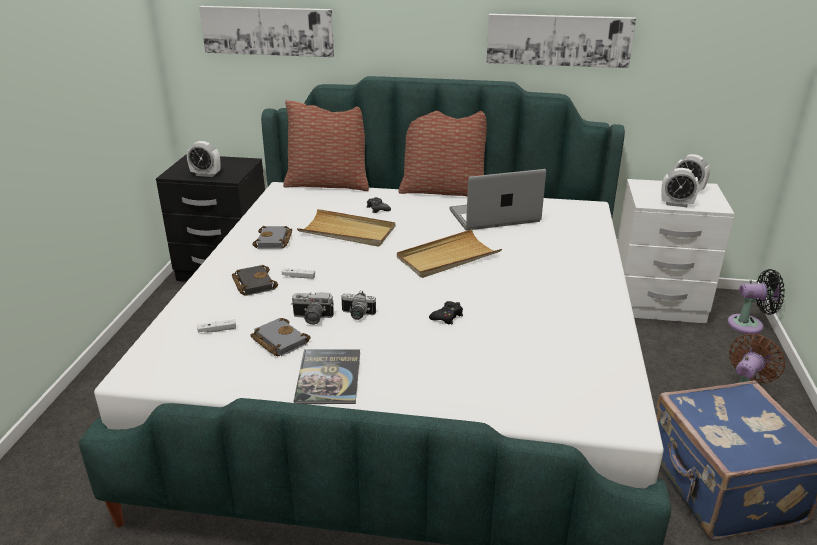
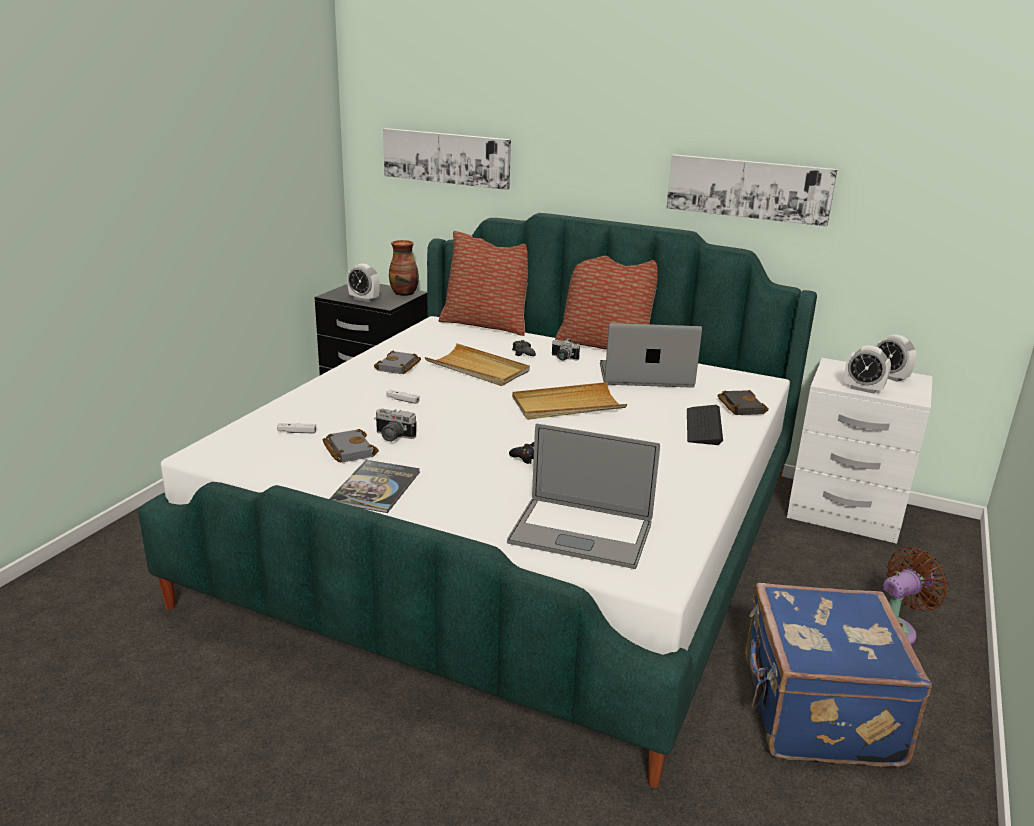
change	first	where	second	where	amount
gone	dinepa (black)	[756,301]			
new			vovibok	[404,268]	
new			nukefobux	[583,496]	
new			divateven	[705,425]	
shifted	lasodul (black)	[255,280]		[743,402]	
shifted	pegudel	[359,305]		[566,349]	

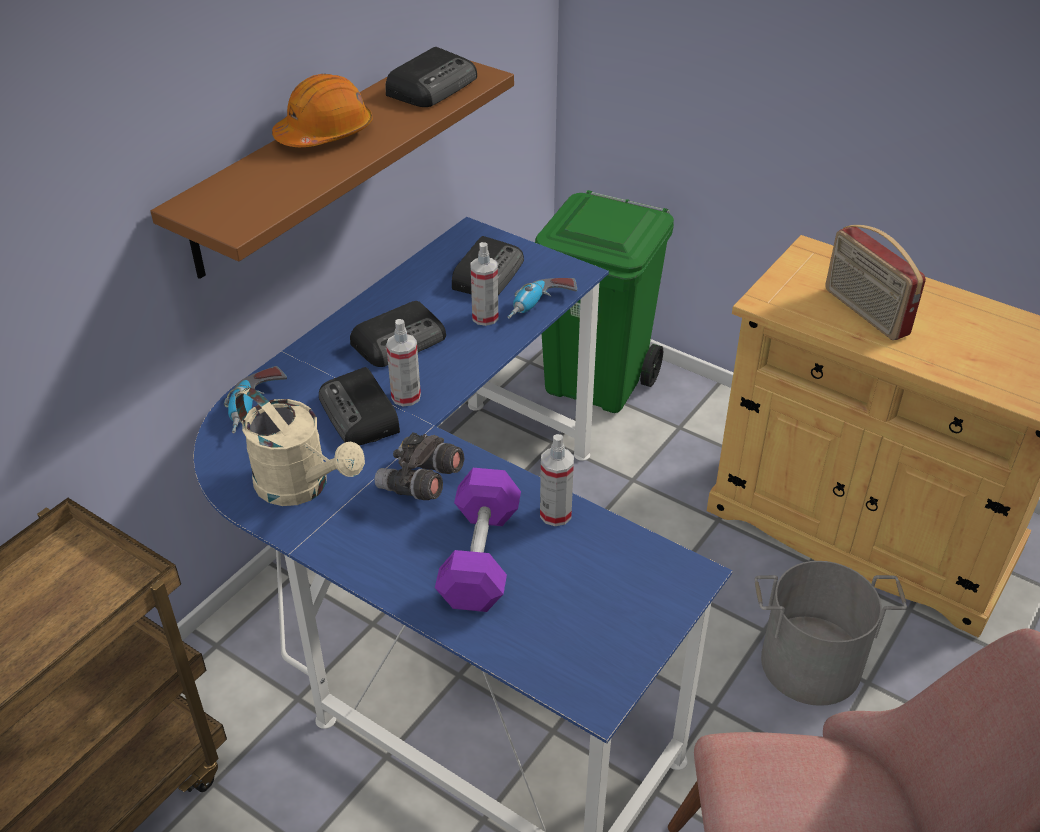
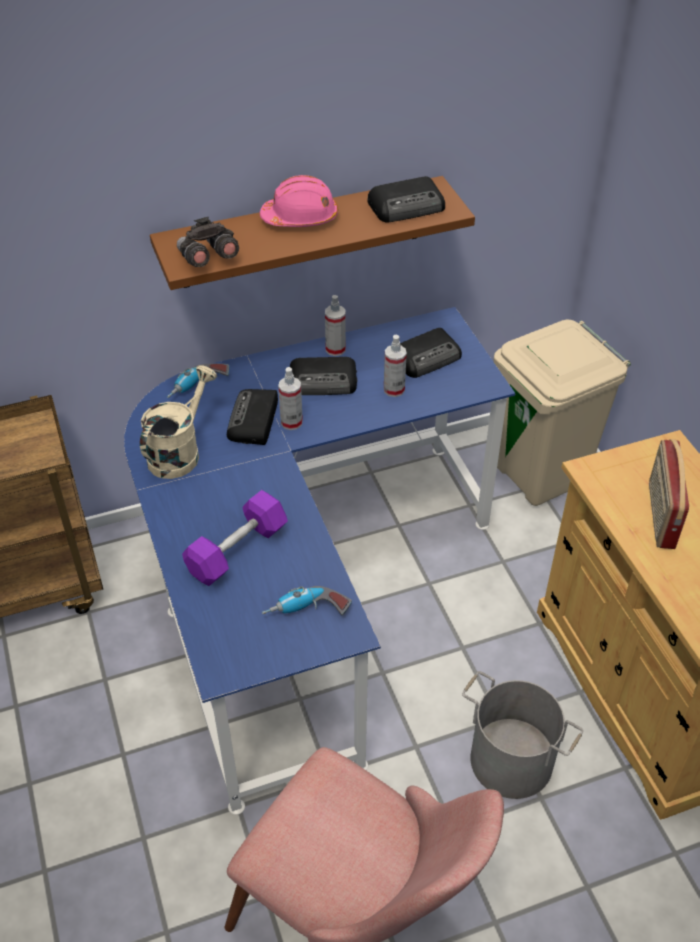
change	first	where	second	where	amount
shifted	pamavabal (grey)	[419,466]		[208,242]	
shifted	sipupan	[542,298]		[307,600]	
shifted	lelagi	[557,480]		[335,325]	
repainted	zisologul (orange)	[322,110]	zisologul (pink)	[299,201]	
repainted	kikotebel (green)	[604,301]	kikotebel (beige)	[562,413]	
rotated	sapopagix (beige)	[300,446]		[178,422]	135 degrees counterclockwise

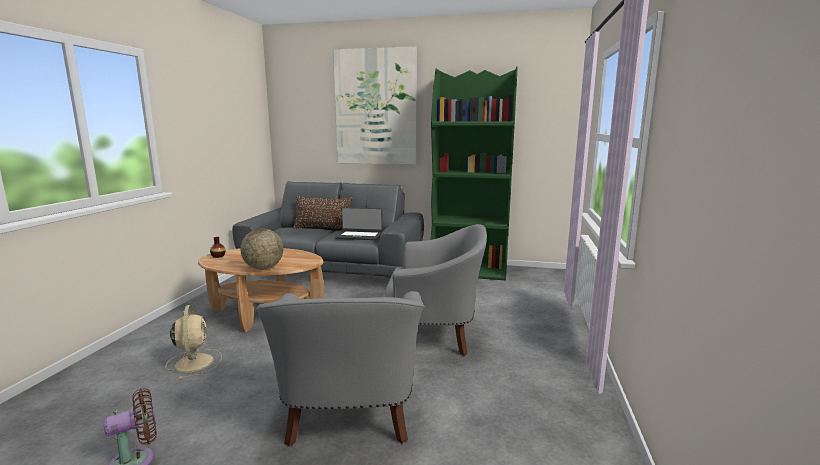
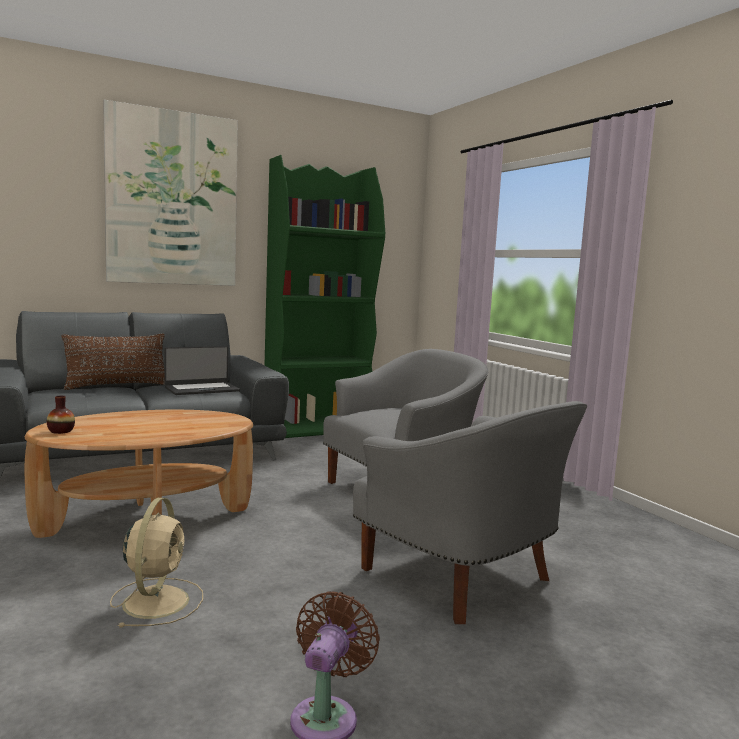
change	first	where	second	where	amount
gone	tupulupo	[261,249]			
rotated	dinepa (beige)	[193,342]		[156,562]	60 degrees clockwise

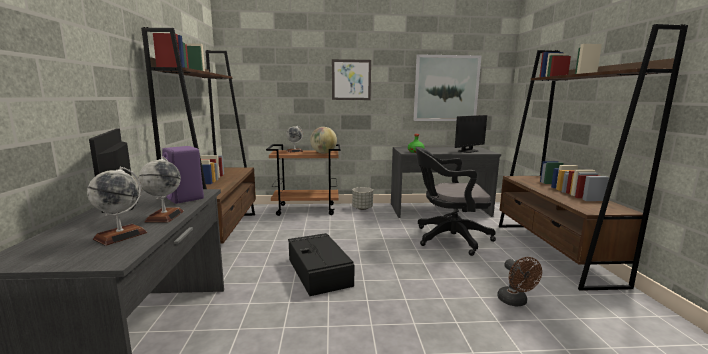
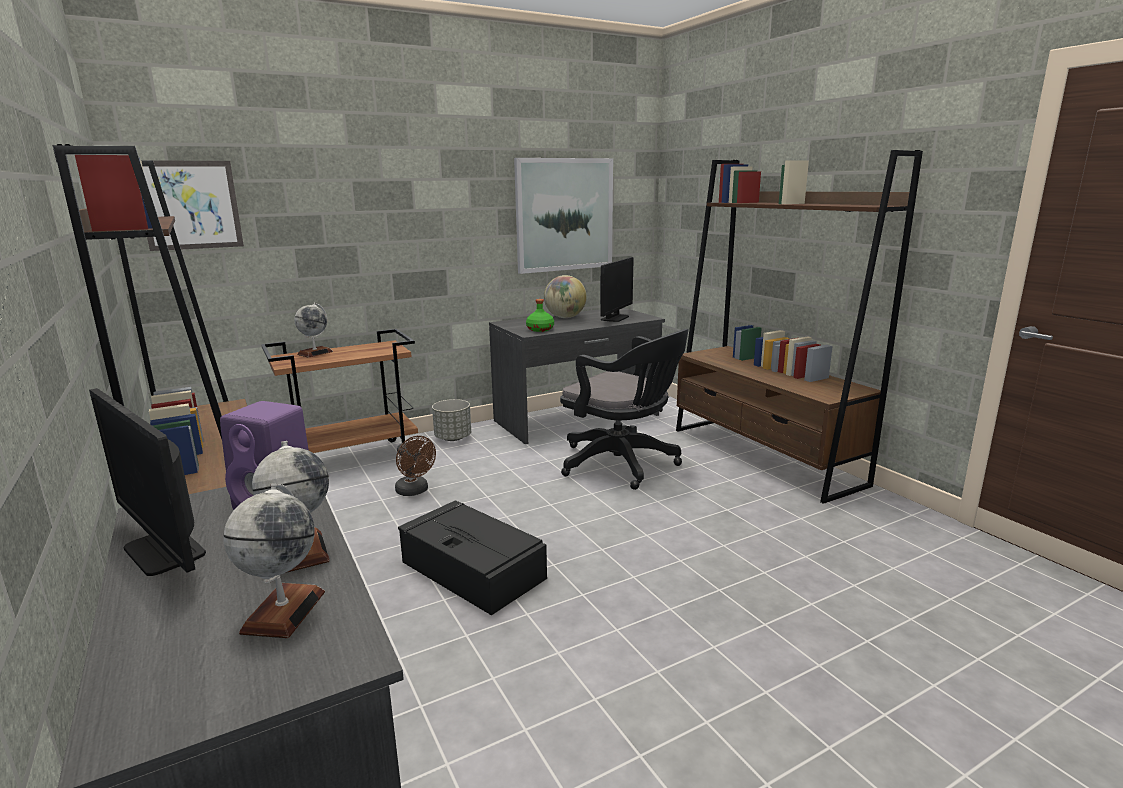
change	first	where	second	where	amount
shifted	tupulupo	[323,140]		[565,296]	
shifted	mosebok	[351,79]		[193,206]	
shifted	dinepa (brown)	[519,282]		[415,466]	
rotated	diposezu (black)	[456,201]		[624,409]	120 degrees counterclockwise

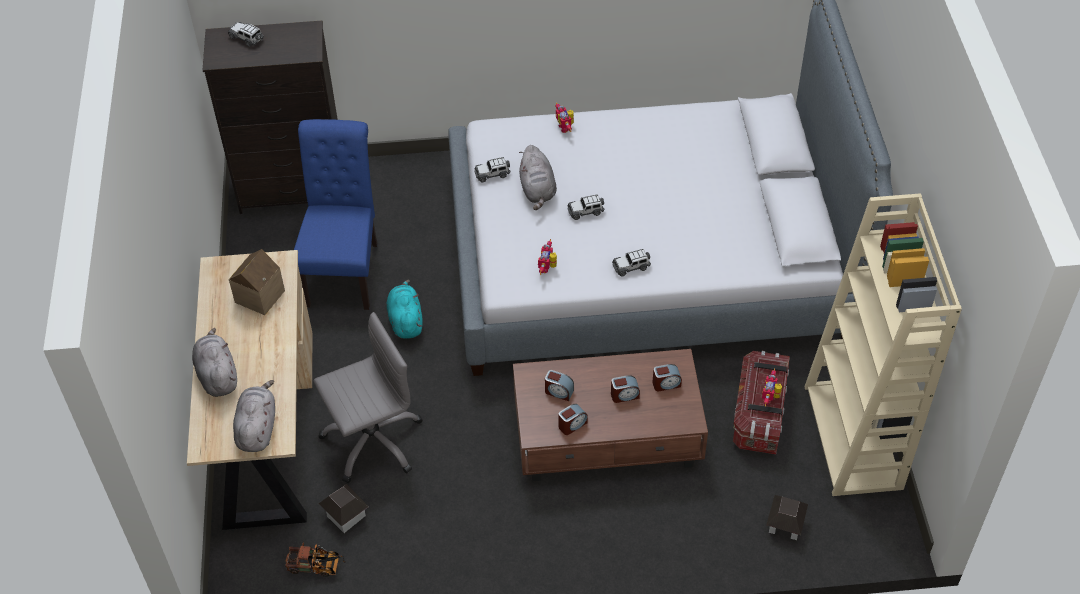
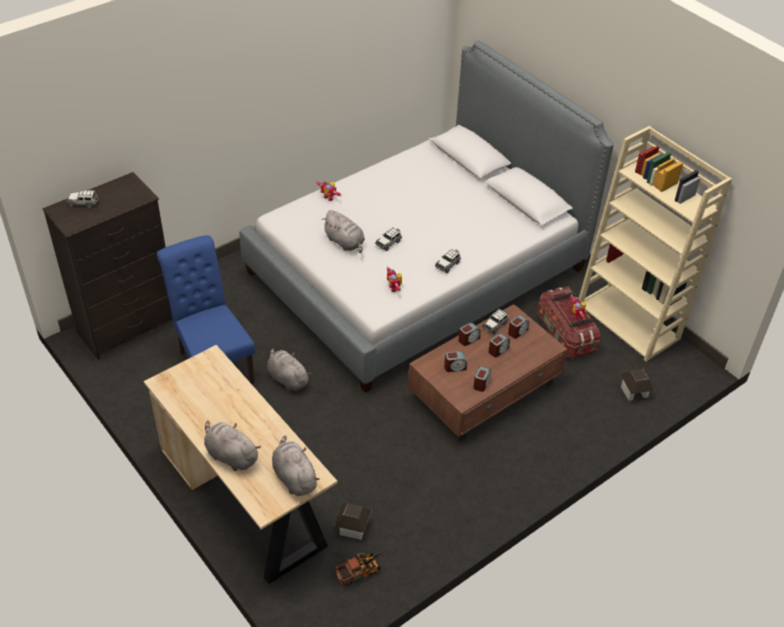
change	first	where	second	where	amount
gone	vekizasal	[257,282]			
gone	diposezu (grey)	[368,397]			
new			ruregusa	[470,334]	
shifted	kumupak	[492,169]		[495,321]	
repainted	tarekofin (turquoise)	[405,309]	tarekofin (grey)	[289,369]	

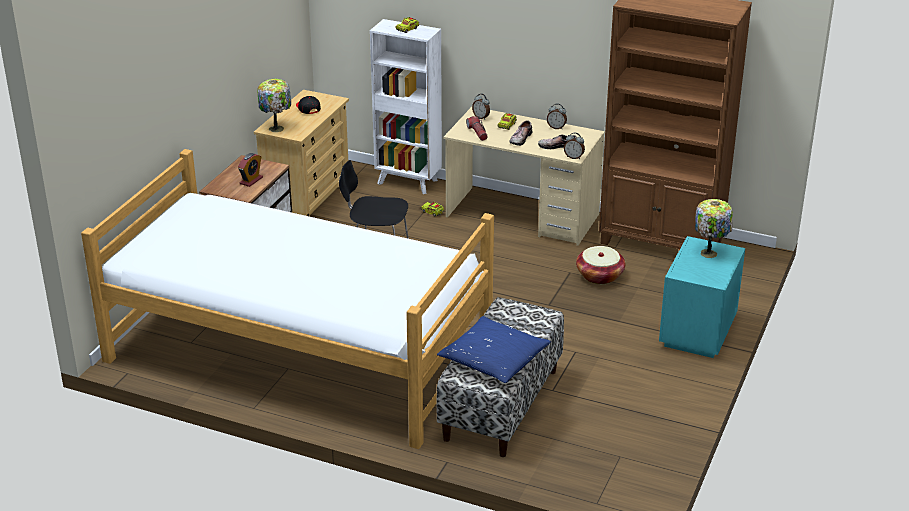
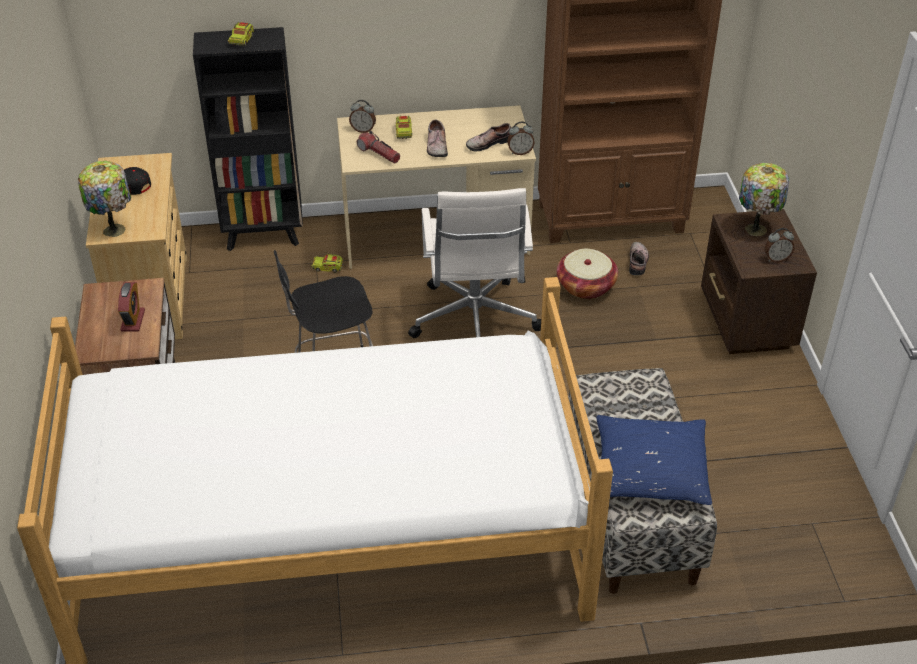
change	first	where	second	where	amount
new			diposezu (white)	[474,263]	
new			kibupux	[639,258]	
shifted	ruregusa	[557,116]		[779,245]	
repainted	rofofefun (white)	[406,106]	rofofefun (black)	[248,139]	
repainted	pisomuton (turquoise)	[702,297]	pisomuton (brown)	[759,281]	

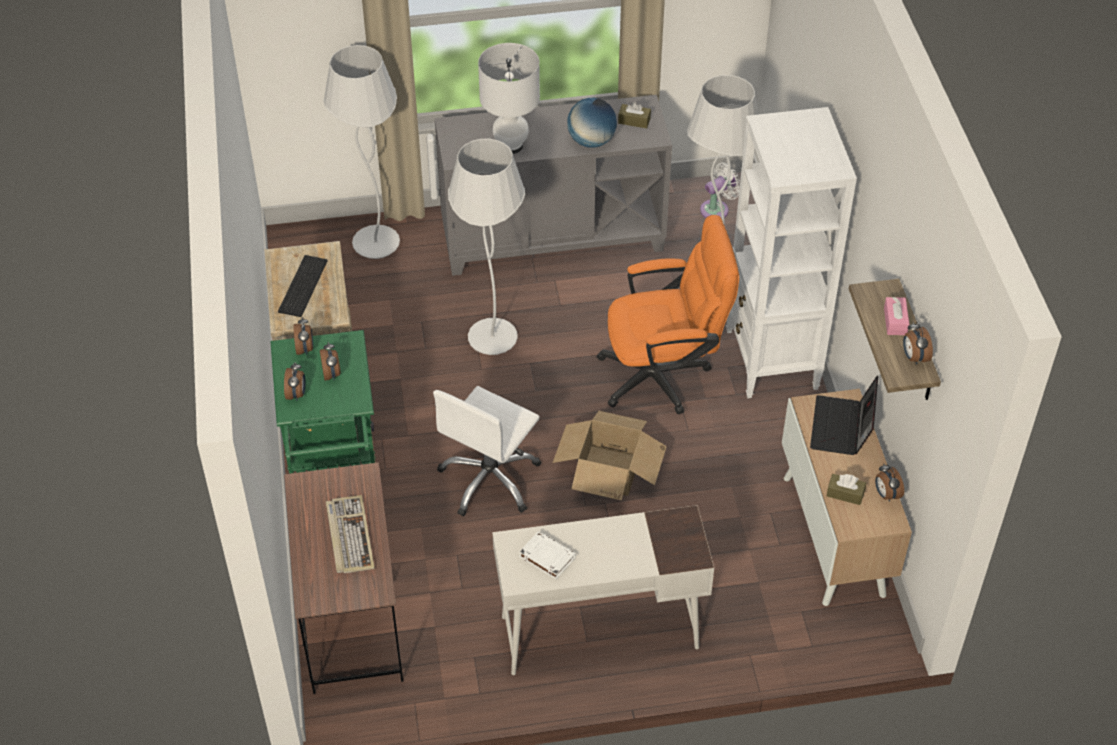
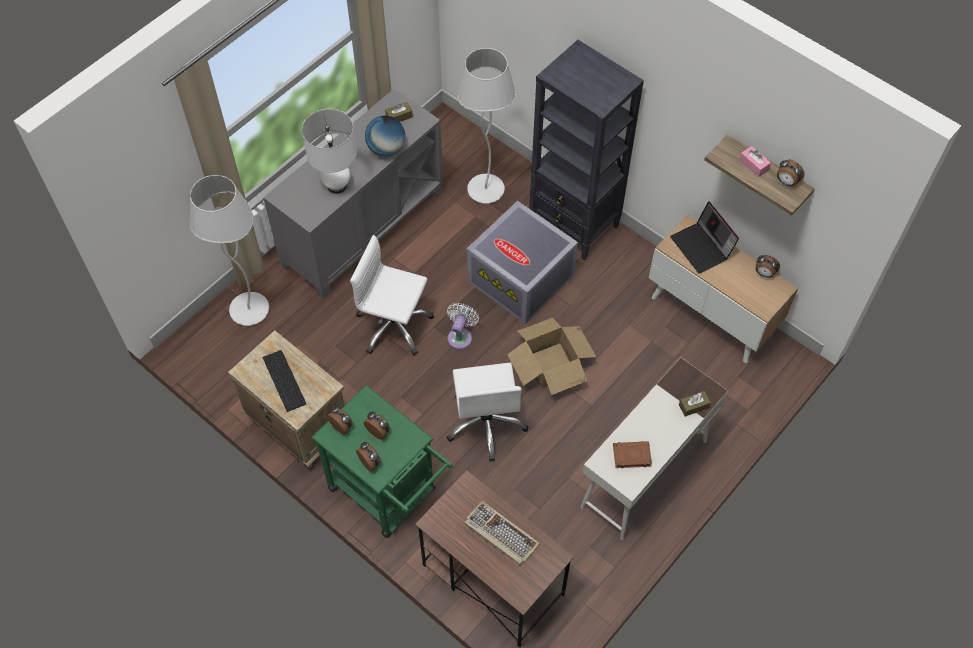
change	first	where	second	where	amount
shifted	dinepa (white)	[720,190]		[463,326]	
shifted	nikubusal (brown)	[846,489]		[695,404]	
swapped	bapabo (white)	[486,246]	diposezu (white)	[392,295]	
swapped	diposezu (orange)	[667,314]	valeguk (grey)	[522,262]	
repainted	lasodul (white)	[547,555]	lasodul (brown)	[632,454]	
repainted	rofofefun (white)	[791,252]	rofofefun (black)	[586,150]	

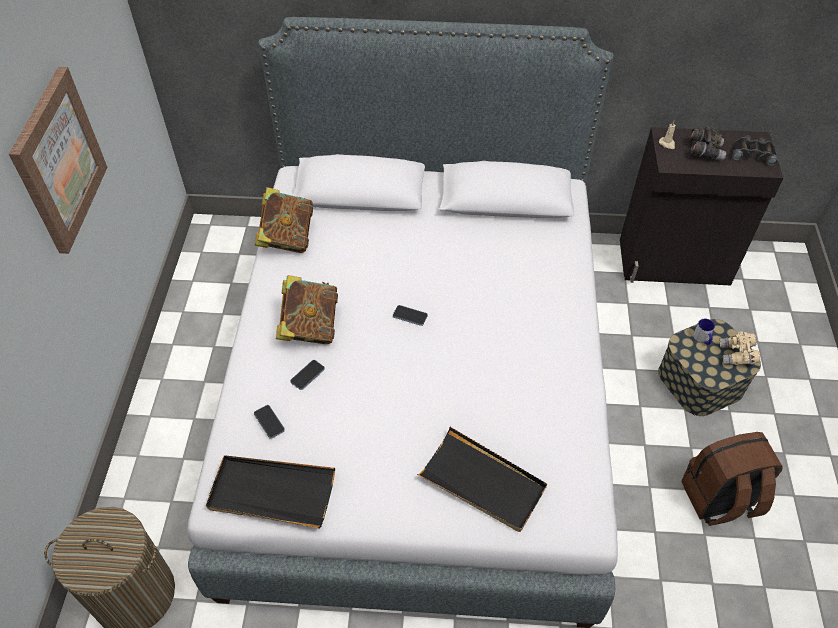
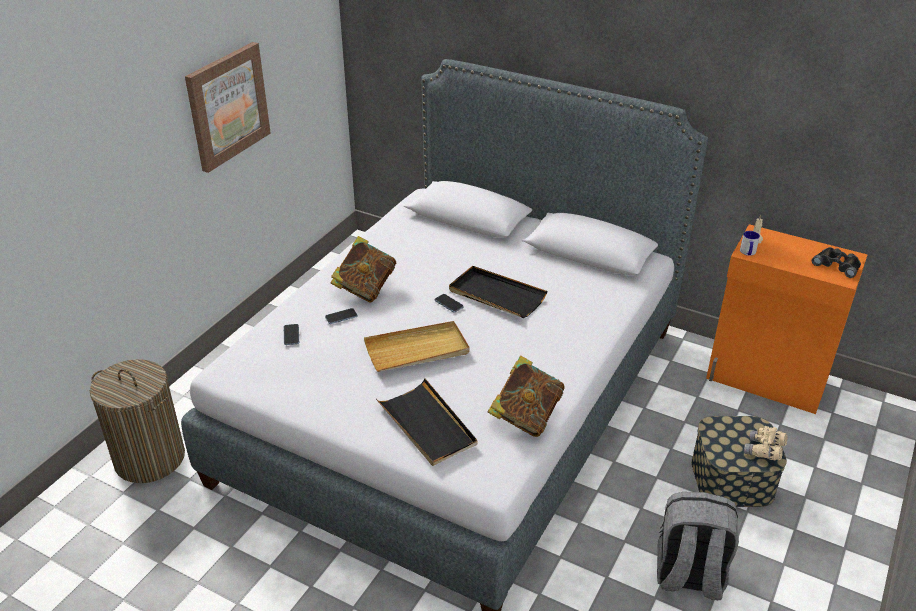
change	first	where	second	where	amount
gone	pamavabal (grey)	[707,143]			
new			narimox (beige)	[417,346]	
shifted	narimox (black)	[270,492]		[498,292]	
shifted	lasodul	[284,220]		[526,396]	
shifted	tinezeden	[704,331]		[750,243]	
repainted	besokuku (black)	[701,206]	besokuku (orange)	[787,319]	
repainted	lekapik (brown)	[732,479]	lekapik (grey)	[698,546]	

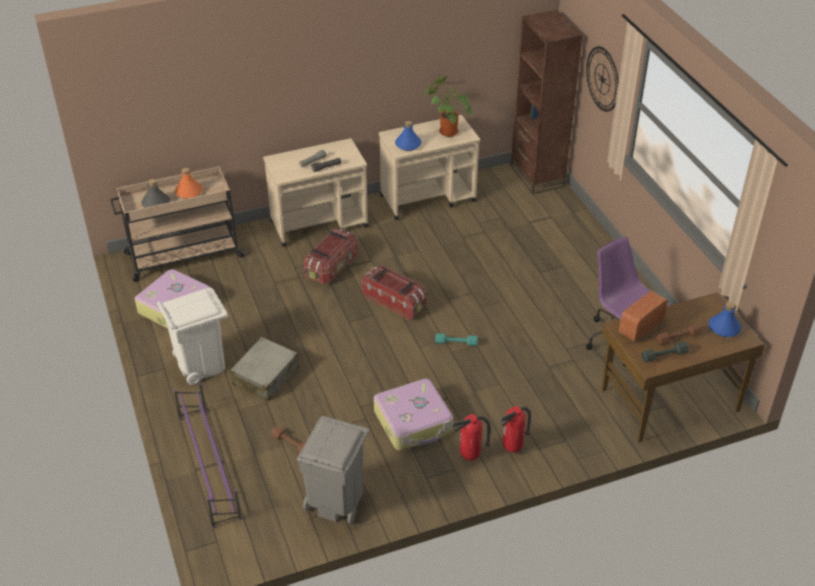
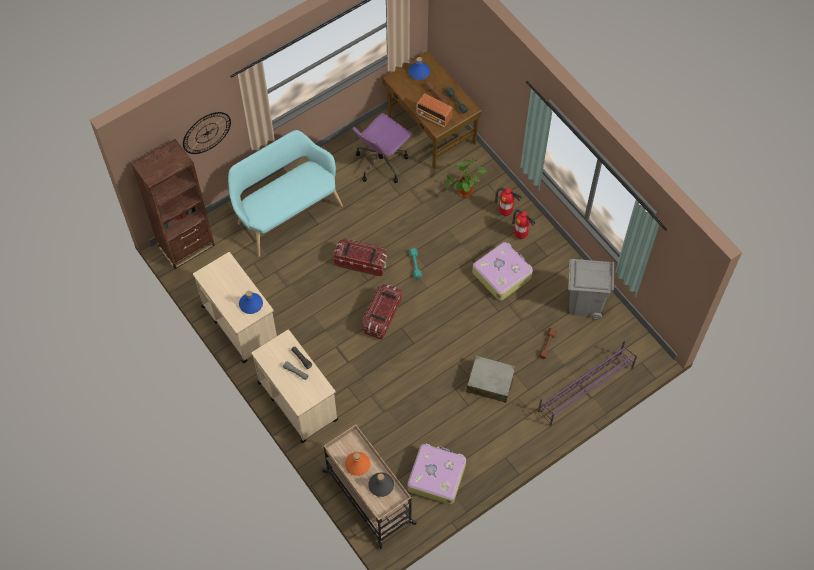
change	first	where	second	where	amount
gone	kikotebel (white)	[192,336]			
new			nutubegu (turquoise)	[285,193]	
shifted	valeguk	[330,256]		[360,257]	
shifted	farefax	[448,106]		[466,178]	

